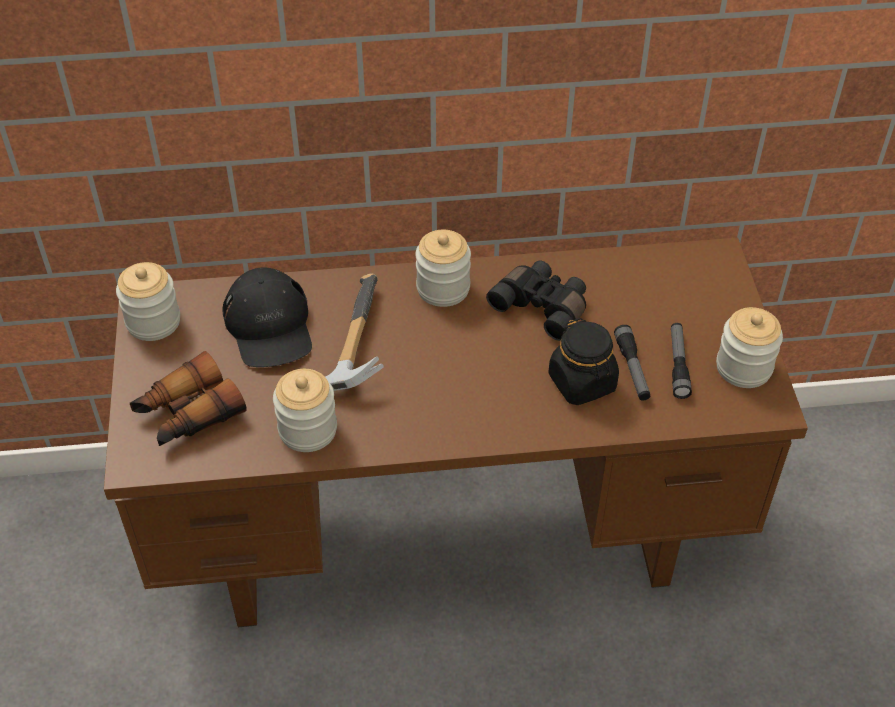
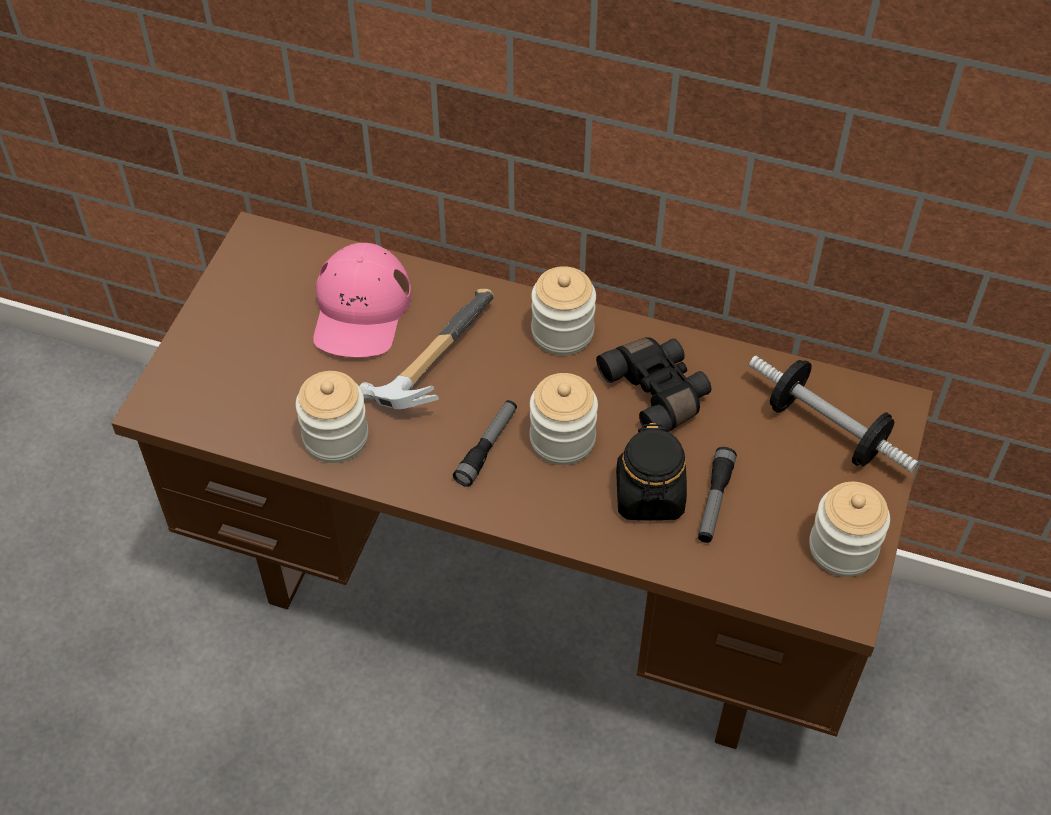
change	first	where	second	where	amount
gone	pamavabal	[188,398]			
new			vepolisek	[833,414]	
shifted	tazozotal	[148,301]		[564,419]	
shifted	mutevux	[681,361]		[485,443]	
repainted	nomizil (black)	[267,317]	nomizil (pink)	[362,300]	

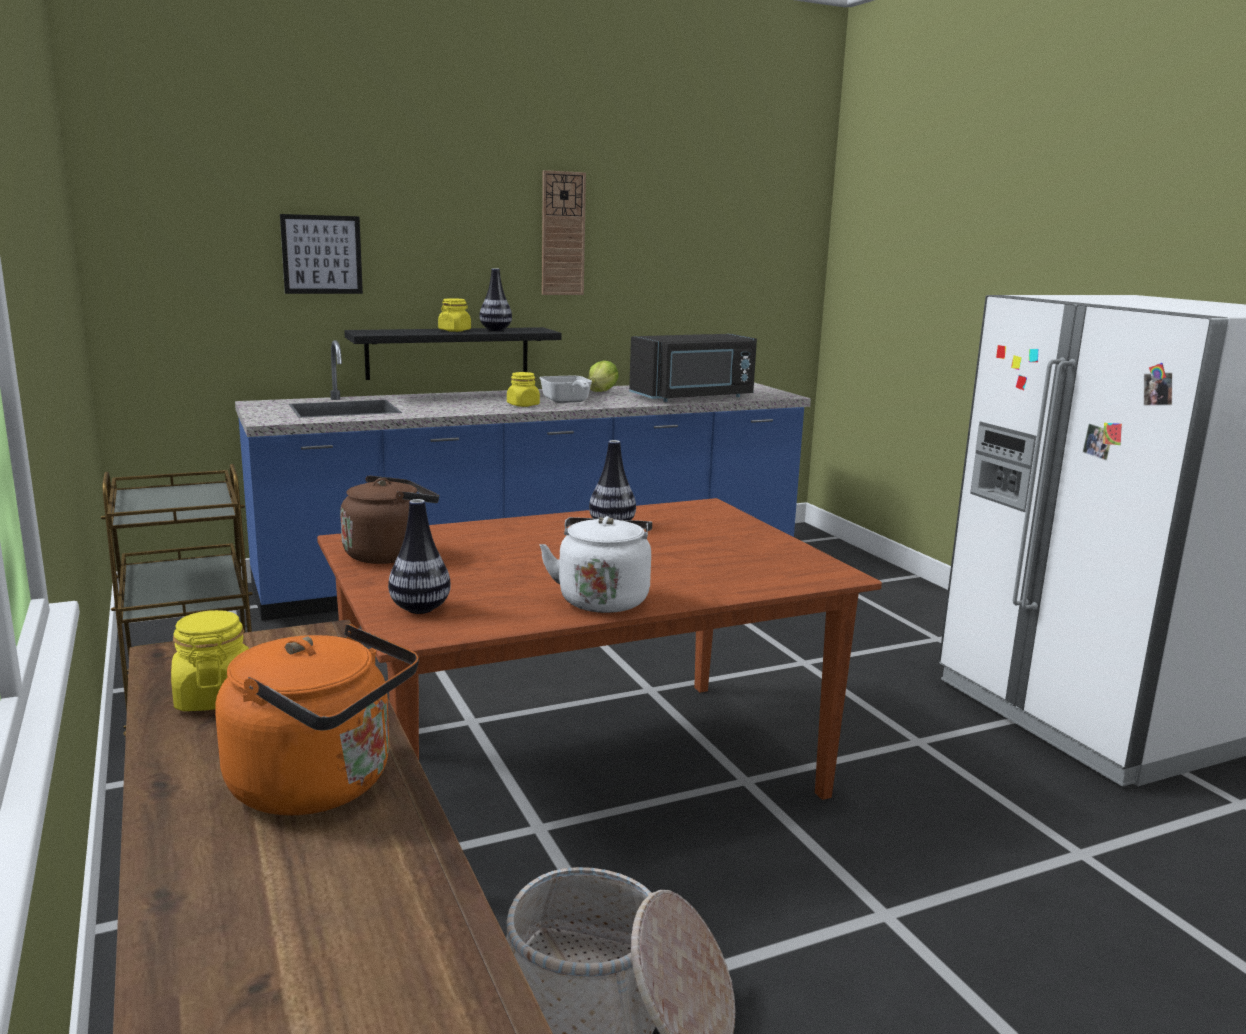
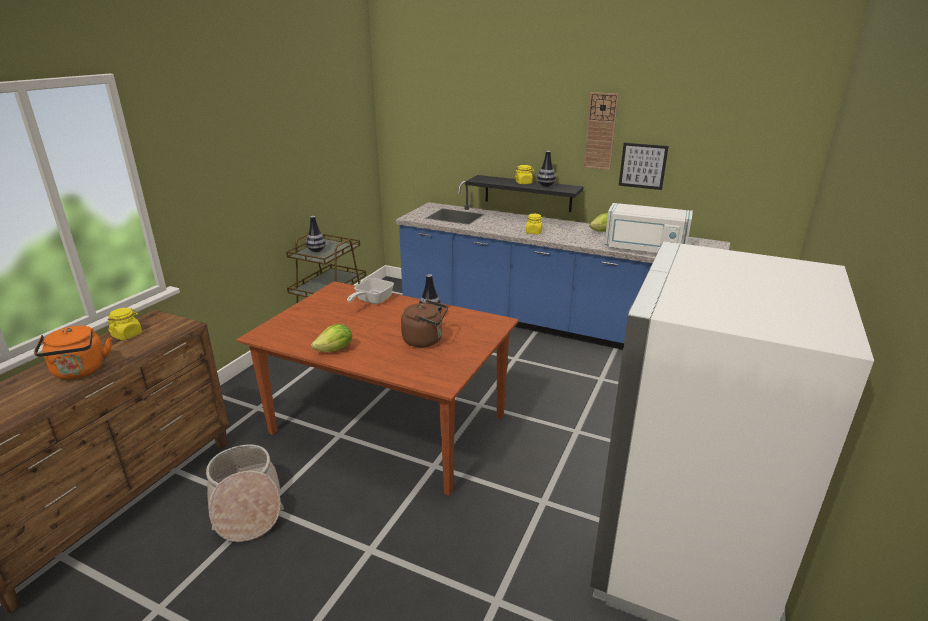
change	first	where	second	where	amount
shifted	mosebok	[321,254]		[644,166]	
shifted	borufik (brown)	[389,520]		[424,323]	
shifted	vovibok	[419,556]		[316,234]	
shifted	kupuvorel	[565,389]		[370,291]	
swapped	borufik (white)	[595,564]	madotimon	[331,338]	
repainted	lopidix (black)	[693,368]	lopidix (white)	[648,228]	

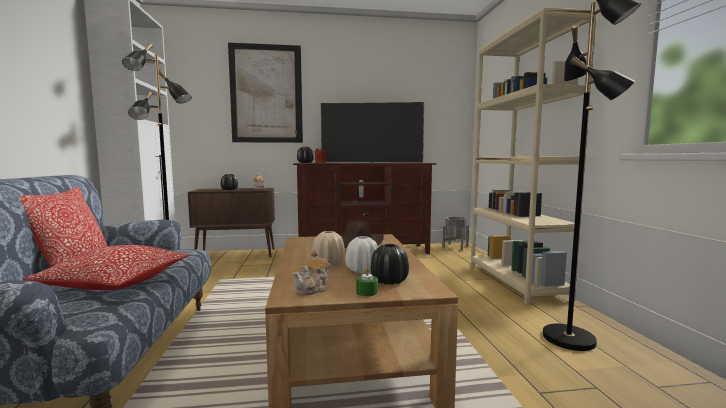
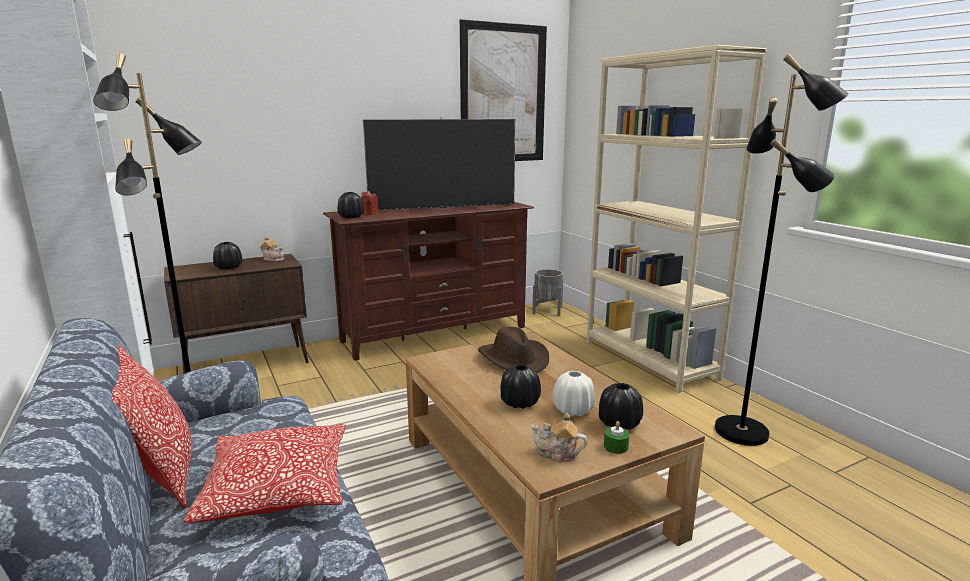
change	first	where	second	where	amount
shifted	mosebok	[265,93]		[503,90]	
repainted	vovibok (beige)	[328,248]	vovibok (black)	[520,386]	
rotated	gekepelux	[312,273]		[559,437]	90 degrees clockwise

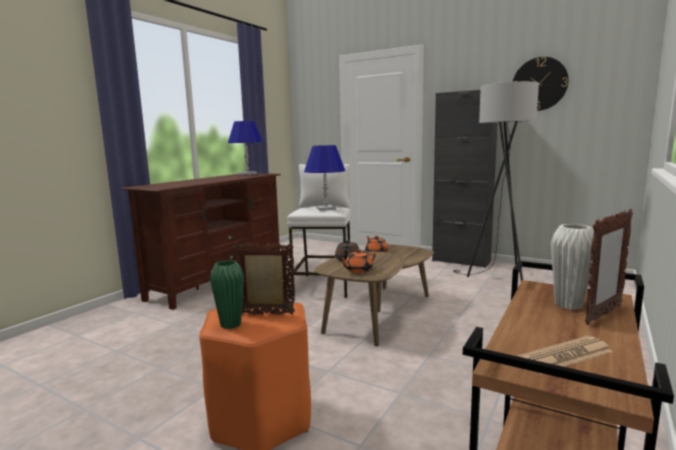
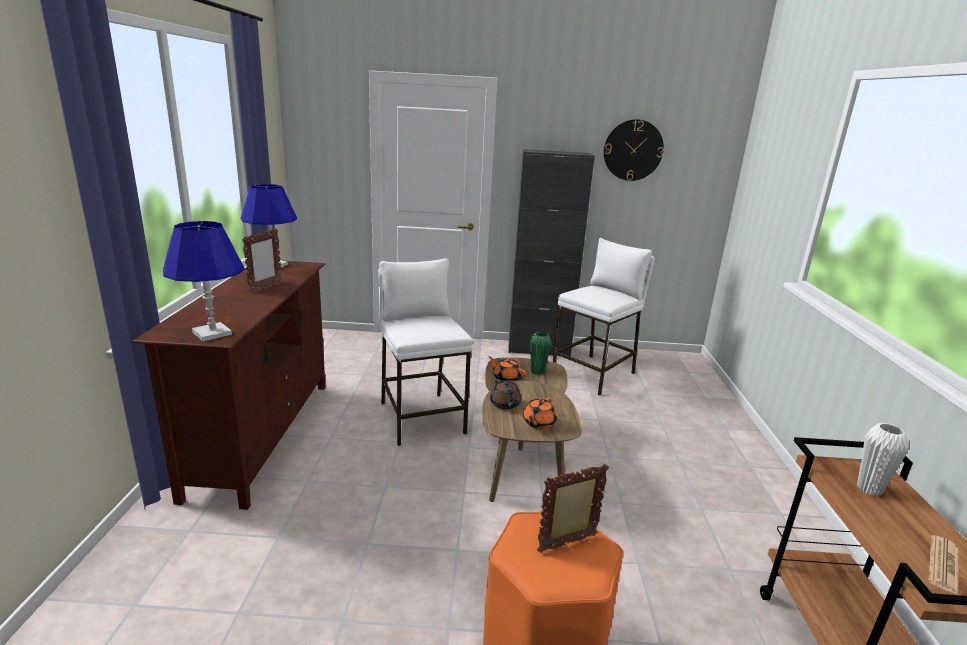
change	first	where	second	where	amount
shifted	vovibok (green)	[227,294]		[540,353]	
shifted	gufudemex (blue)	[324,178]		[204,281]	
shifted	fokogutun	[609,267]		[262,260]	
swapped	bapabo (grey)	[496,181]	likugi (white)	[604,317]	

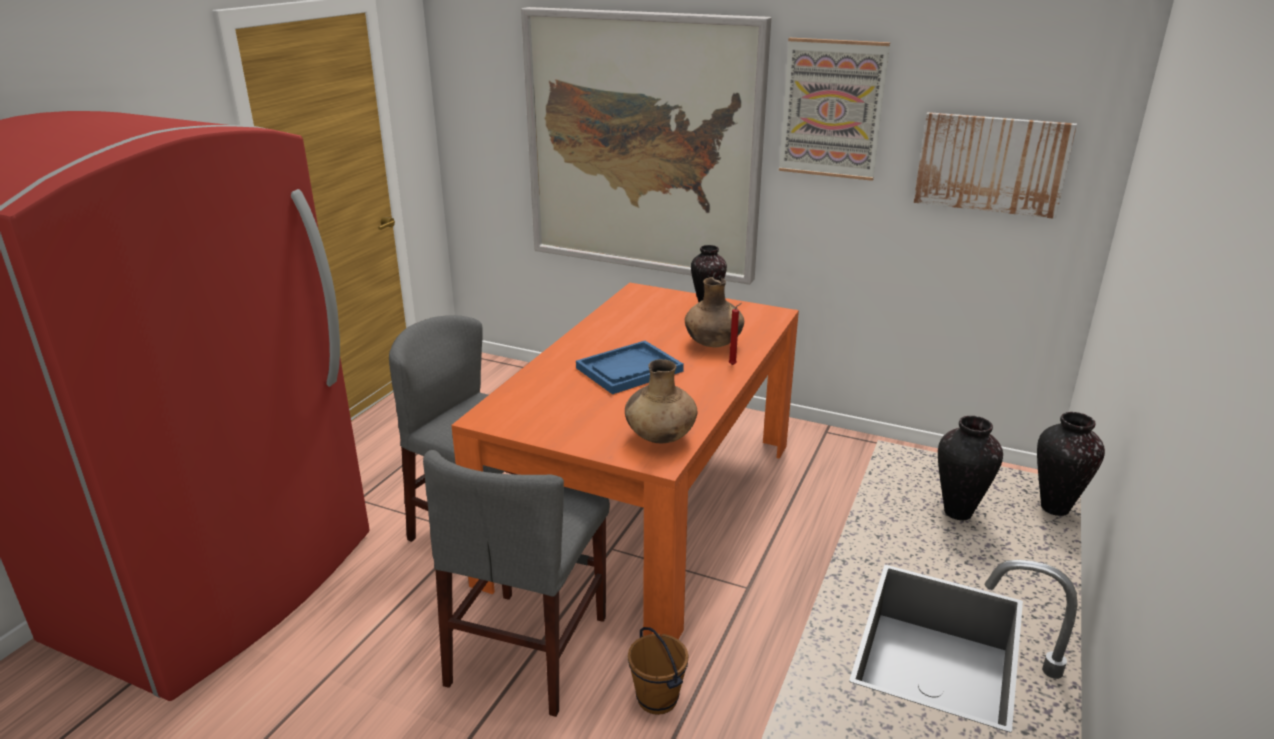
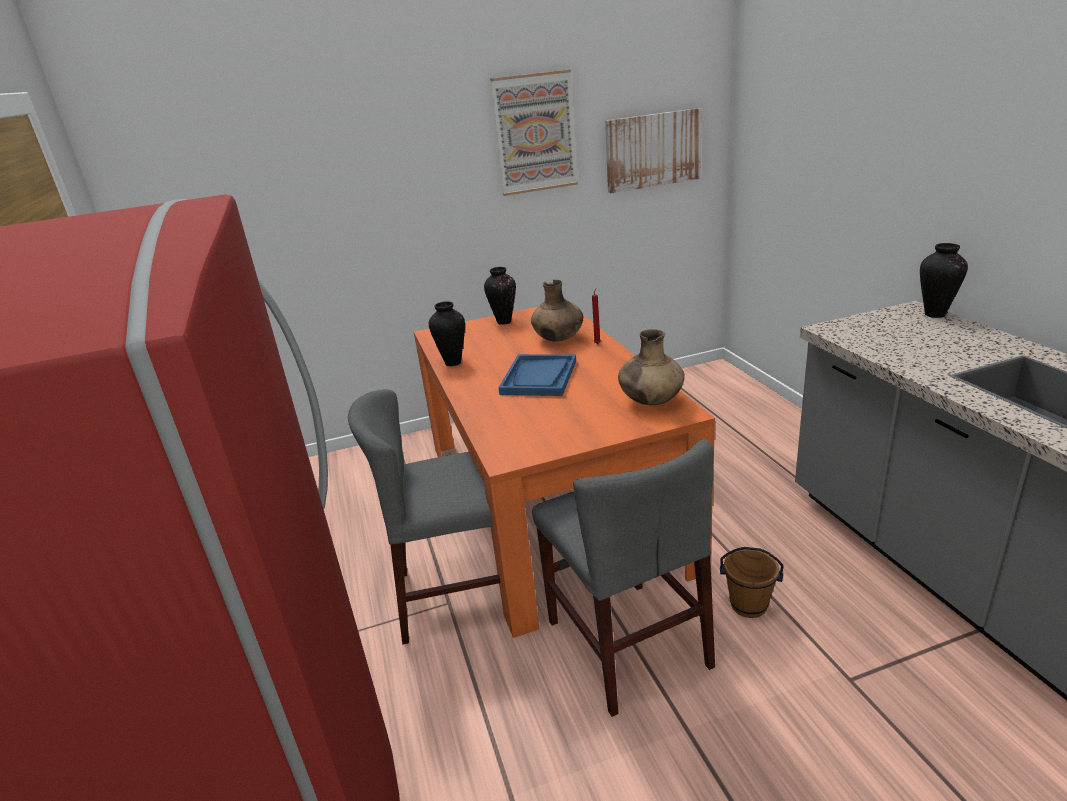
change	first	where	second	where	amount
gone	mosebok	[646,146]			
shifted	vovibok	[970,468]		[447,333]	

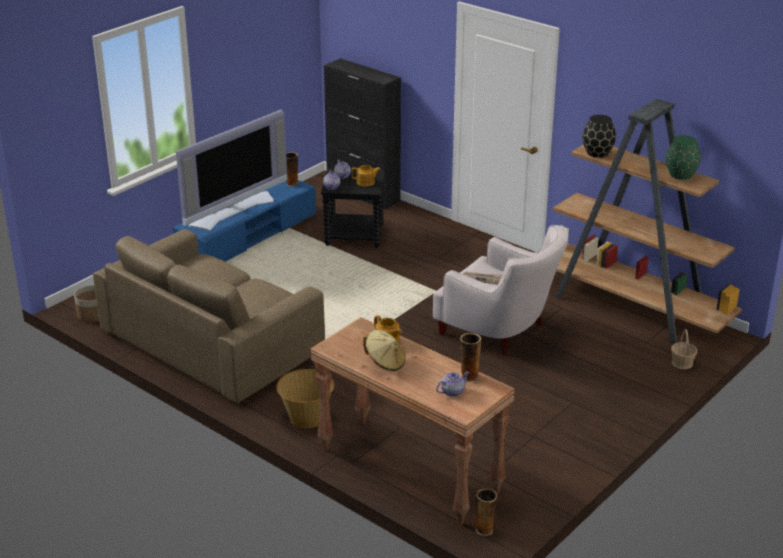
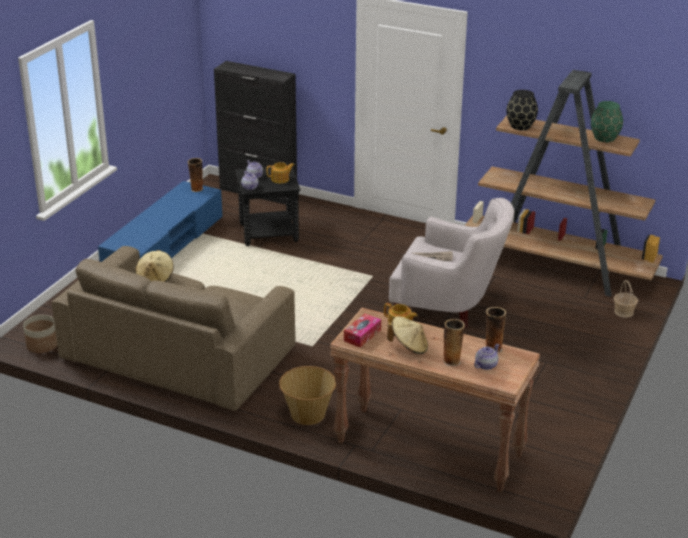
change	first	where	second	where	amount
gone	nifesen	[231,170]			
new			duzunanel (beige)	[155,266]	
new			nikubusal	[362,331]	
shifted	vovibok	[486,512]		[454,342]	

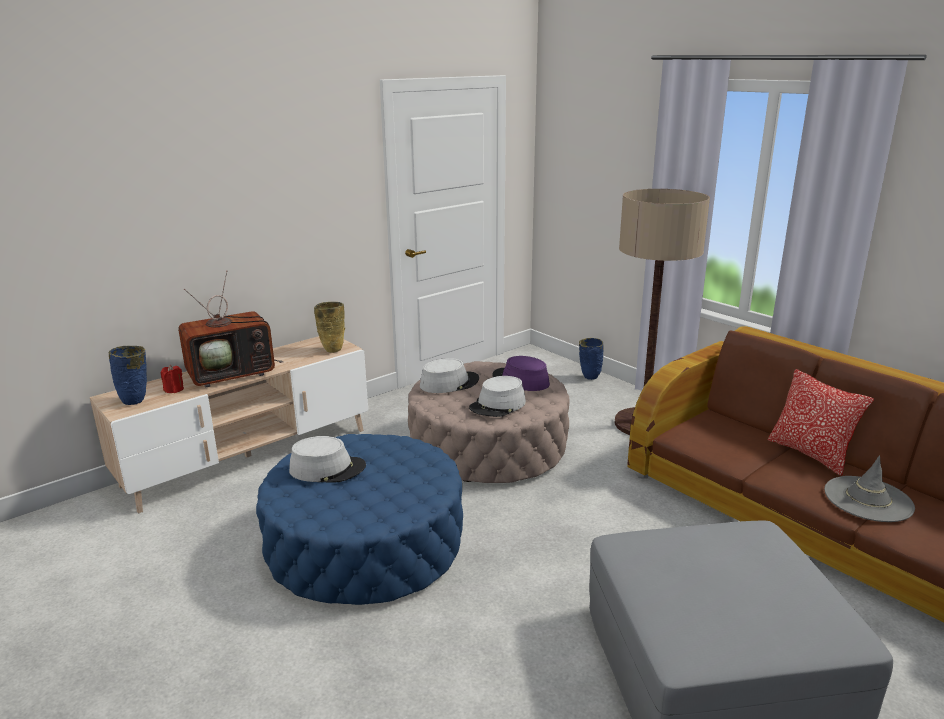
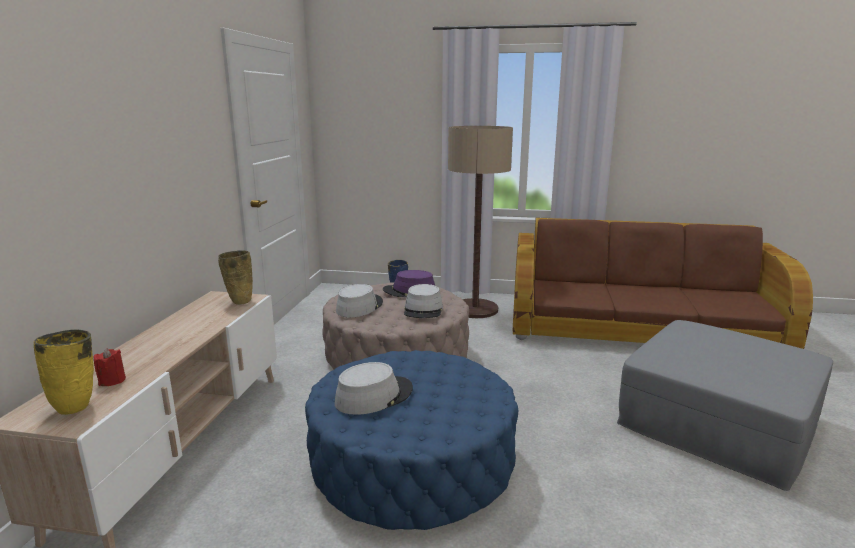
change	first	where	second	where	amount
gone	nifesen	[230,329]			
gone	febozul	[820,422]			
gone	duzunanel (grey)	[869,489]			
repainted	vovibok (blue)	[128,375]	vovibok (yellow)	[64,372]	

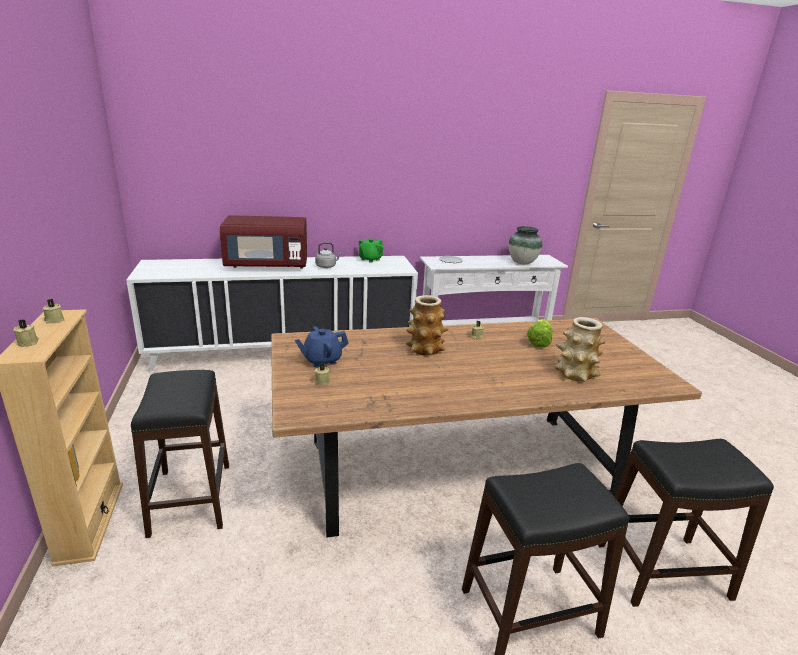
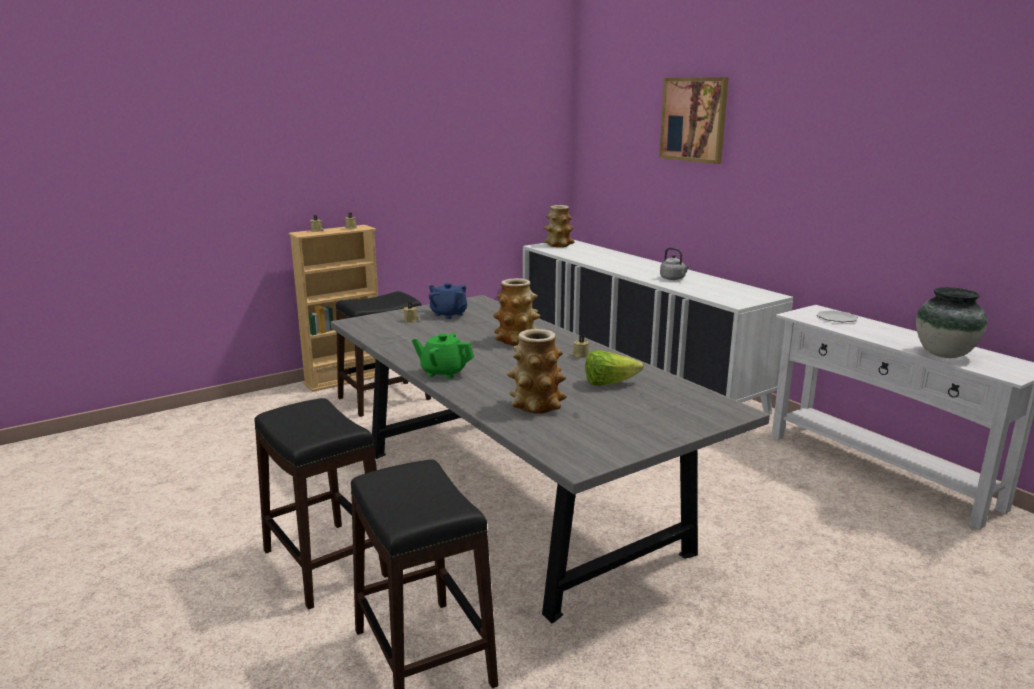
change	first	where	second	where	amount
gone	lopidix (red)	[263,241]			
new			vovibok	[559,226]	
new			mosebok	[694,120]	
shifted	gekepelux (green)	[371,251]		[443,356]	
repainted	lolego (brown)	[486,428]	lolego (grey)	[550,459]	

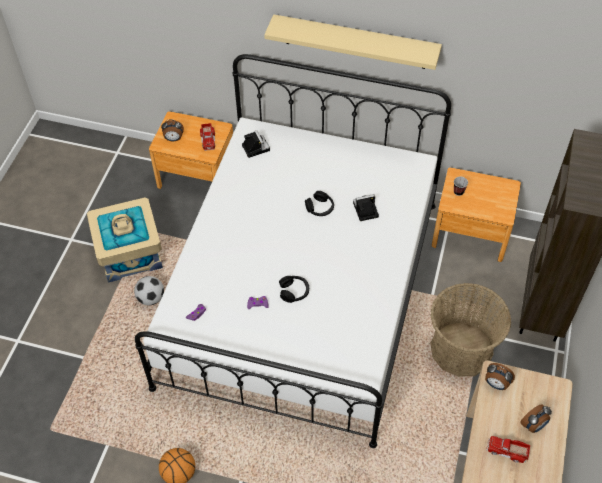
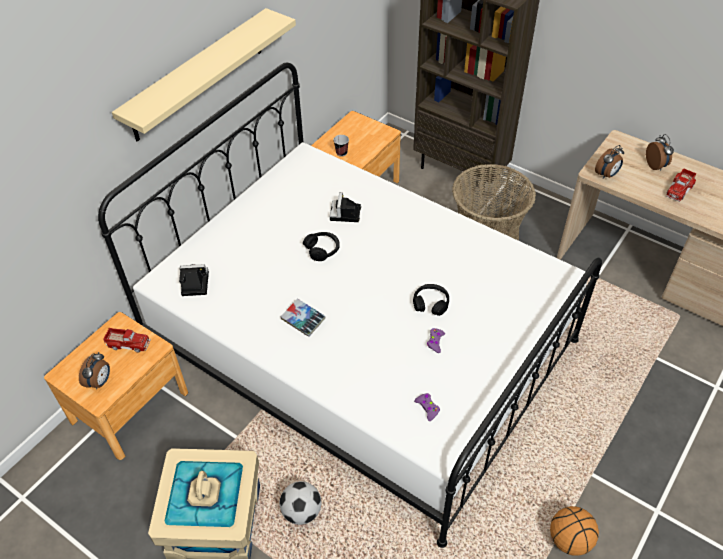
change	first	where	second	where	amount
new			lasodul	[303,317]	

